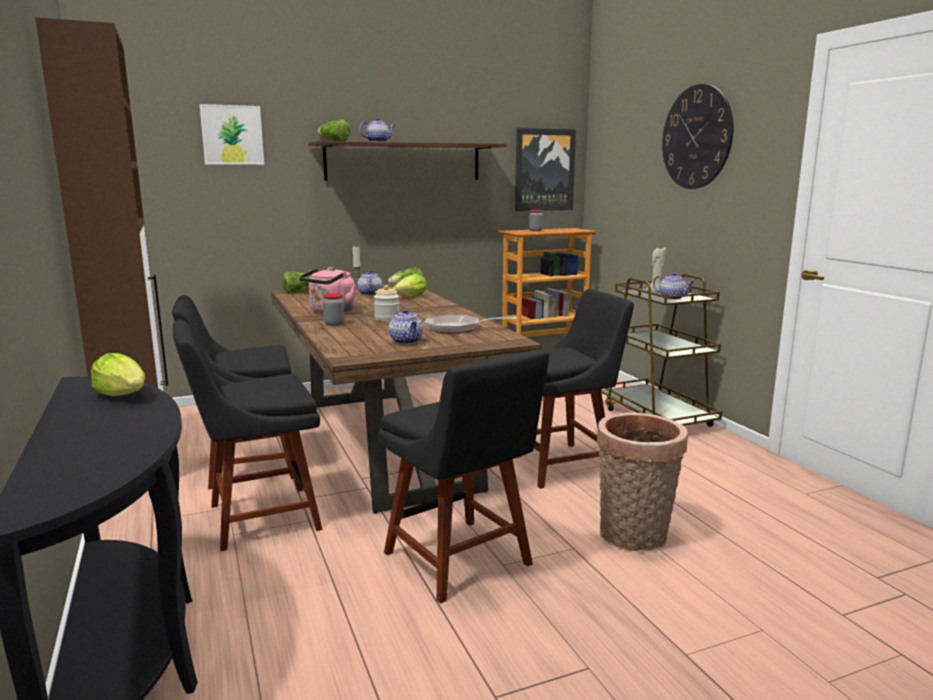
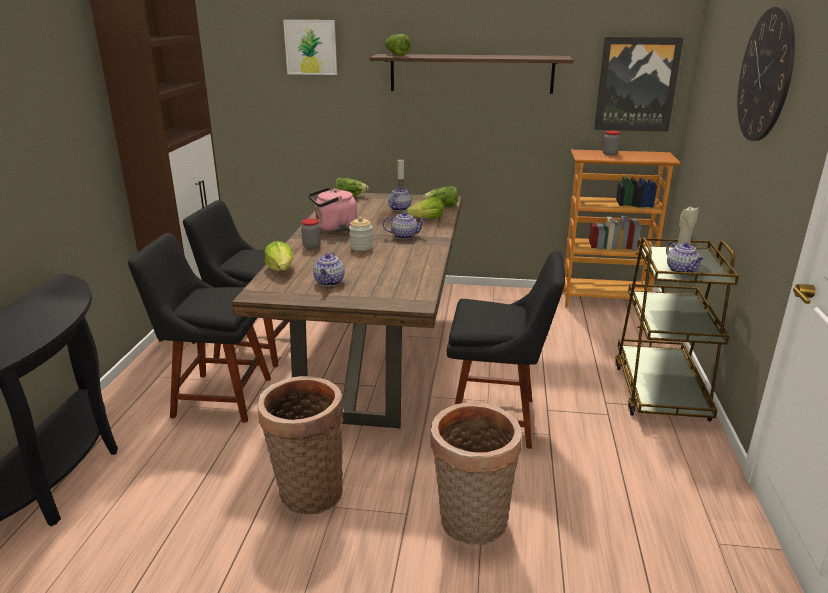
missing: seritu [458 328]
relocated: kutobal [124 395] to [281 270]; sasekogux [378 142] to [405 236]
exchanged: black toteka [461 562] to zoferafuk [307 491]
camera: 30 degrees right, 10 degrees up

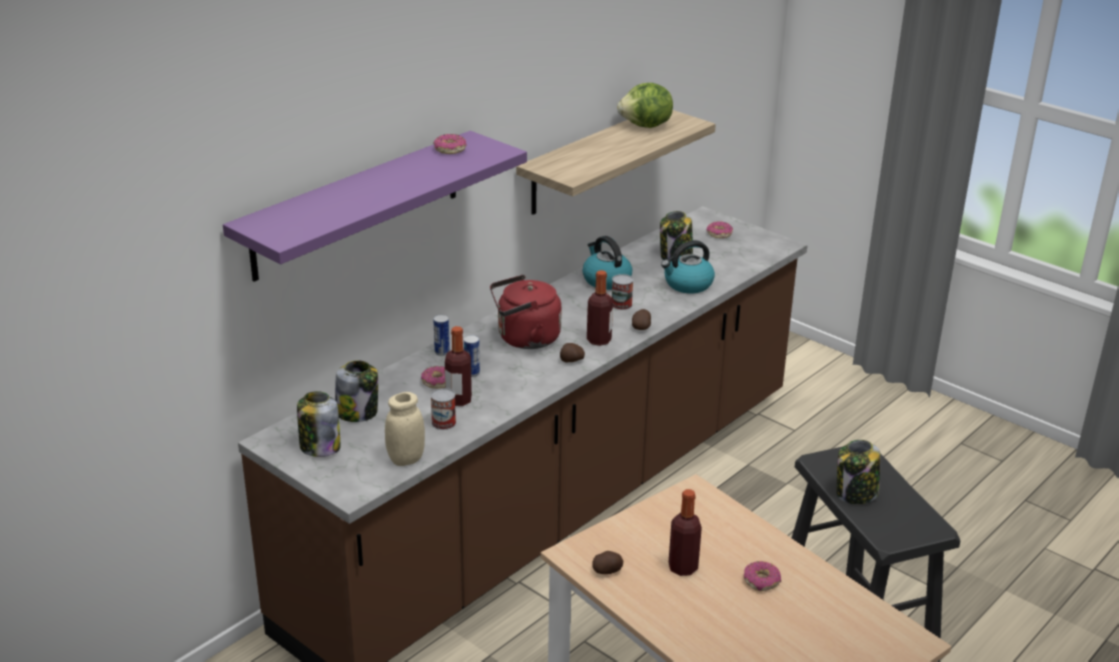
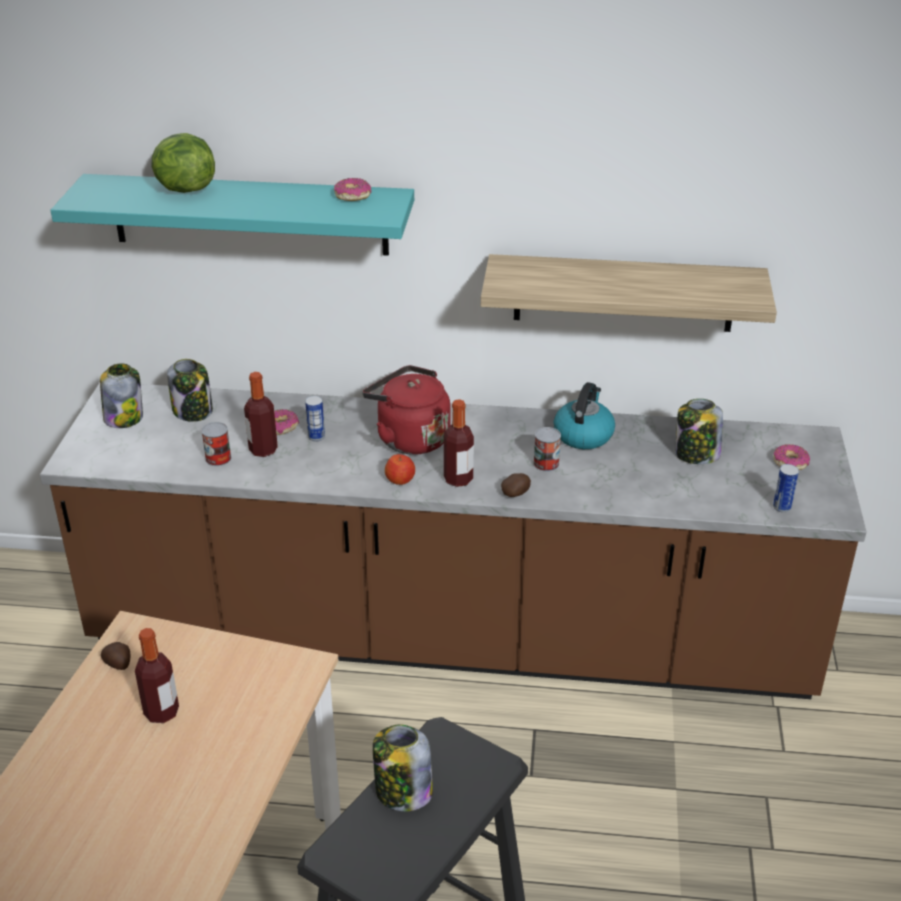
missing: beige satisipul [406 459]; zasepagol [687 284]; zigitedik [761 581]
relocated: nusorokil [442 352] to [782 507]; kutobal [646 126] to [184 189]
exchanged: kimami [571 361] to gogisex [400 479]
colour: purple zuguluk [357 205] to turquoise zuguluk [249 214]
camera: 55 degrees right, 5 degrees up

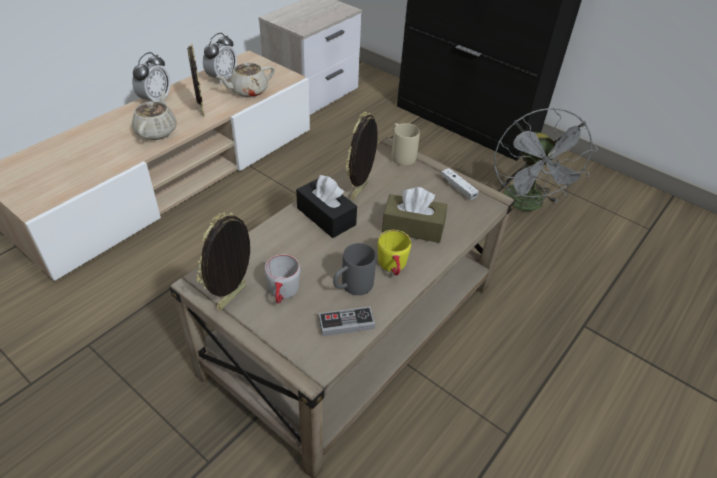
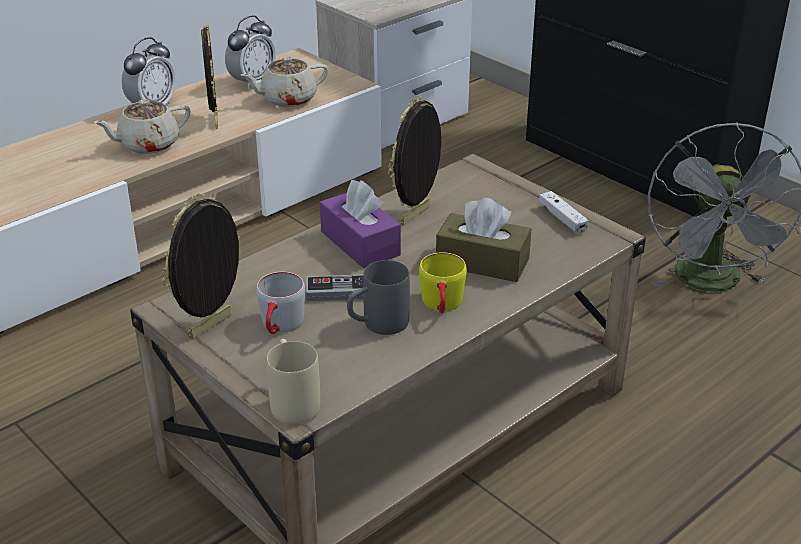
relocated: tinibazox [346 323] to [340 291]; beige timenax [400 155] to [292 401]
colour: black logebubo [326 216] to purple logebubo [360 243]
spun: beige sasekogux [157 131] = [148 145] 135 degrees counterclockwise
camera: 10 degrees right, 10 degrees down

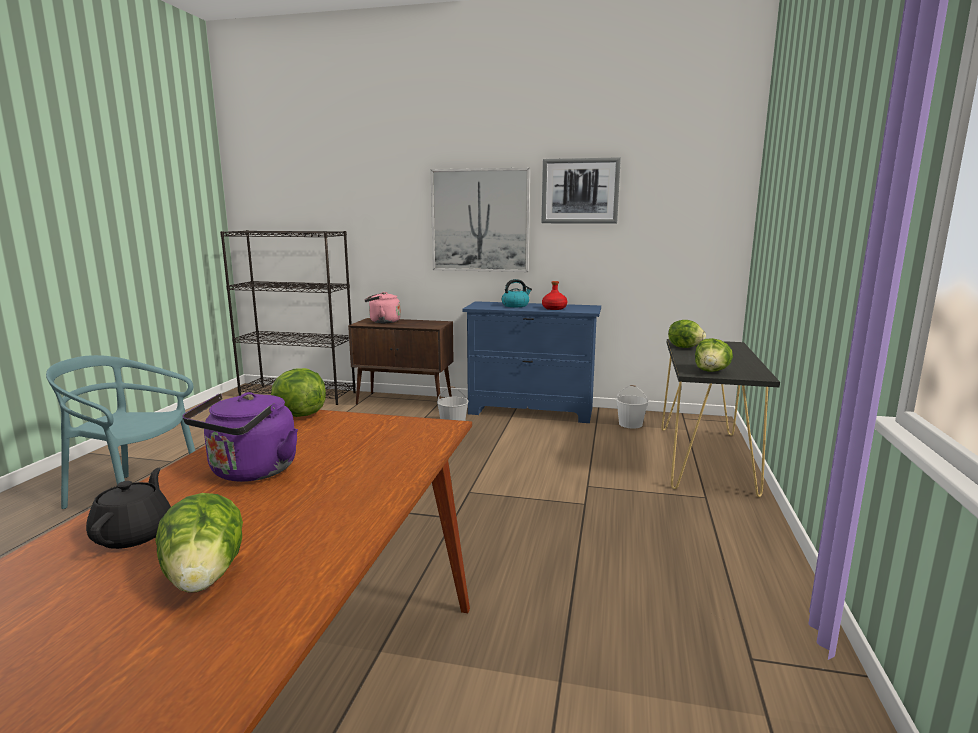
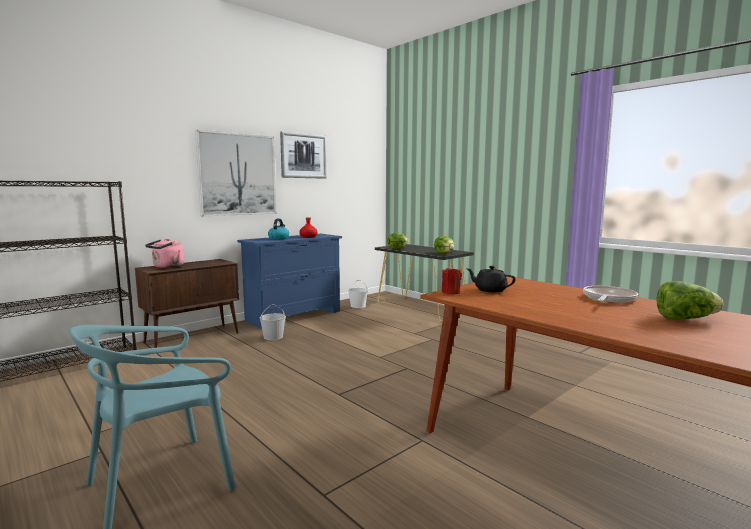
missing: purple zasepagol [250 472]
appeared: seritu [608 299]
relocated: black sasekogux [134 534] to [490 290]
exchanged: kutobal [299 415] to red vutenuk [450 292]
camera: 55 degrees left, 5 degrees down

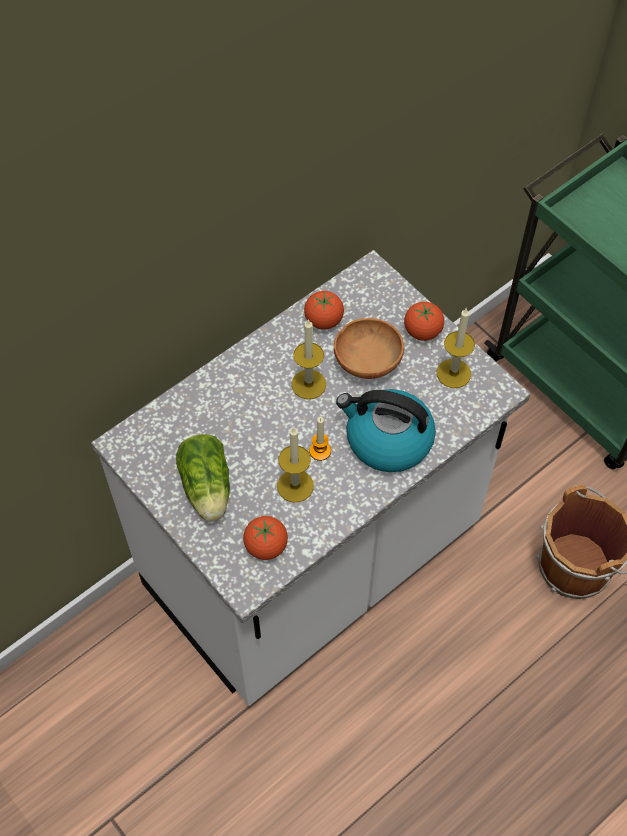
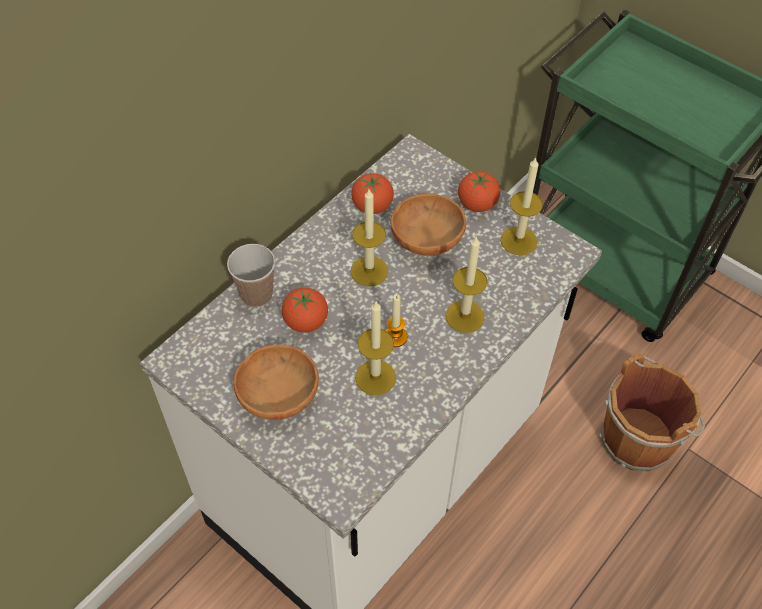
appeared: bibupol [256 295]
relocated: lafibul [266 546] to [306 322]
exchanged: kutobal [207 489] to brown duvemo [278 395]; zasepagol [387 440] to vutenuk [465 316]
camera: 10 degrees left, 5 degrees down

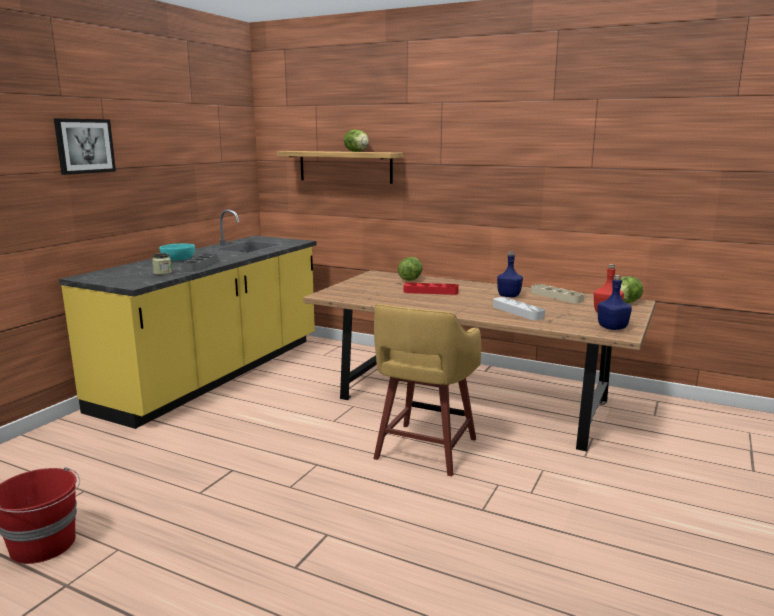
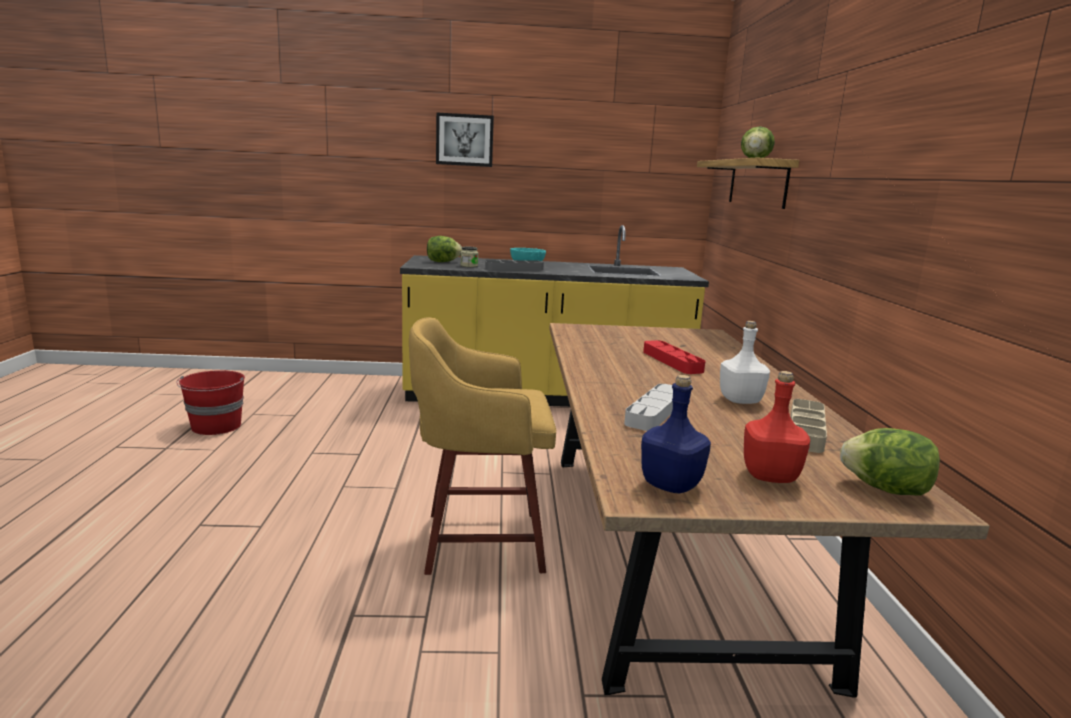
relocated: kutobal [410 279] to [443 262]
colour: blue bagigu [509 296] to white bagigu [741 400]
camera: 60 degrees right, 0 degrees up

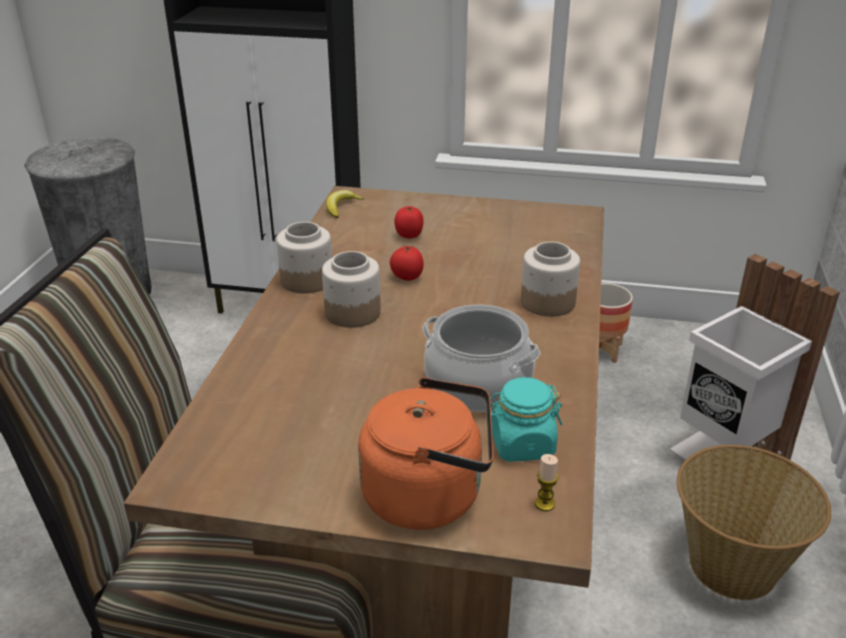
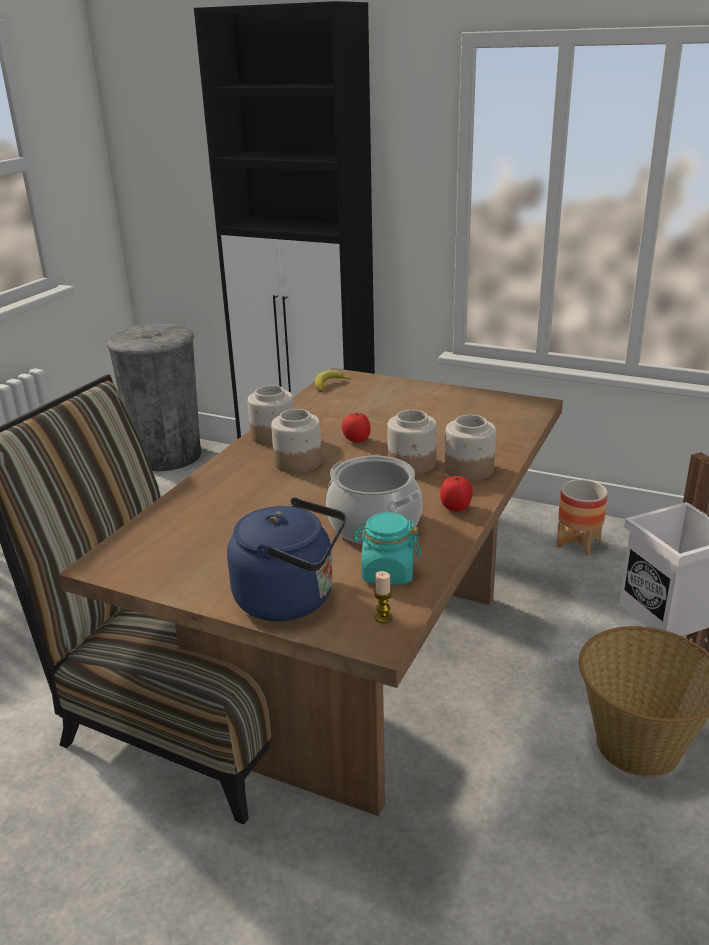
appeared: satisipul [412 464]
relocated: lafibul [409 235] to [456 508]
colour: orange zasepagol [429 495] to blue zasepagol [291 599]
camera: 15 degrees right, 5 degrees down

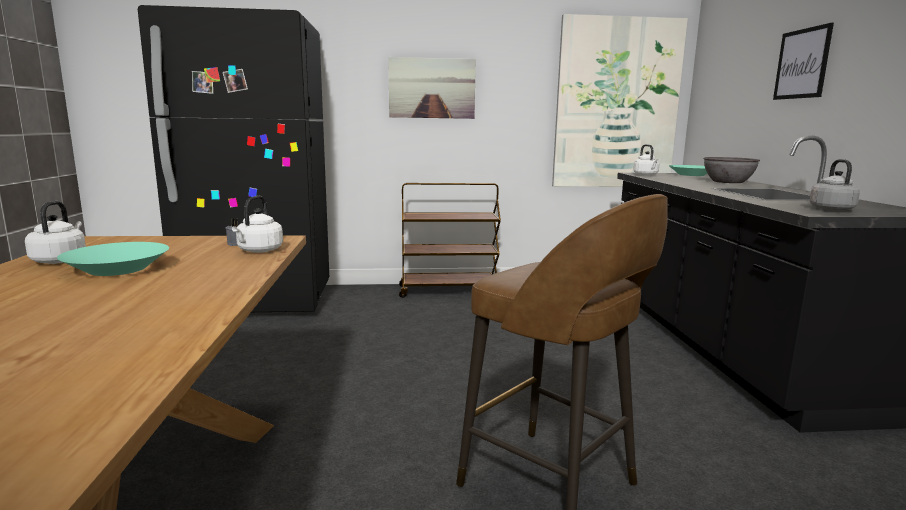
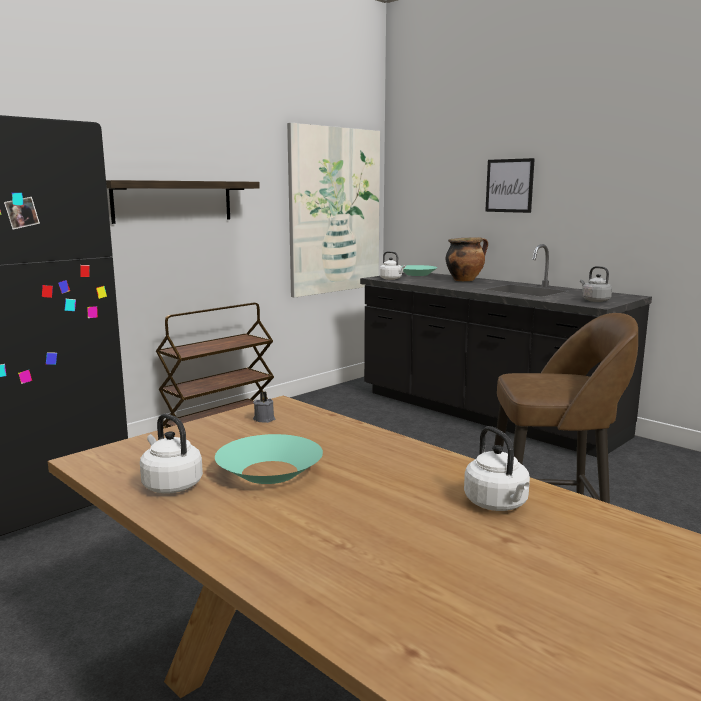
relocated: white zasepagol [258 251] to [497 504]
exchanged: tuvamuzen [432 88] to zuguluk [173 201]; grey duvemo [728 181] to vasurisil [465 280]
camera: 40 degrees left, 0 degrees up

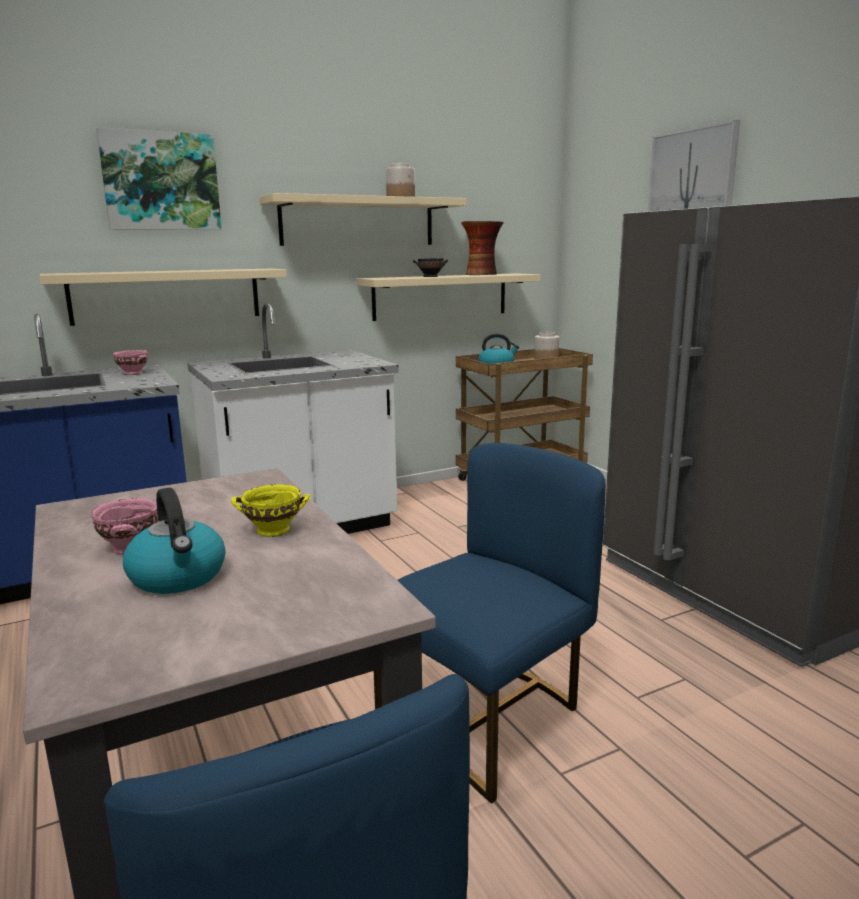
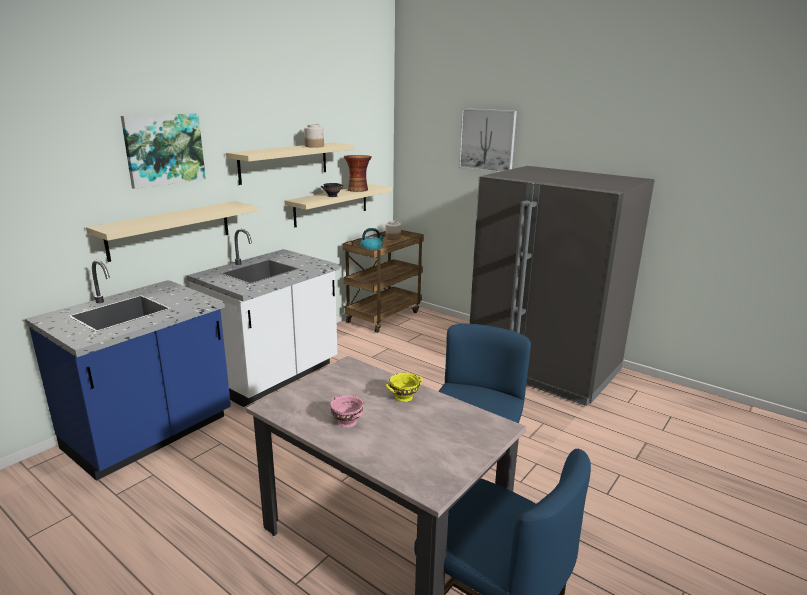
missing: pink duvemo [133 373]; zasepagol [178 577]
camera: 25 degrees left, 5 degrees up

